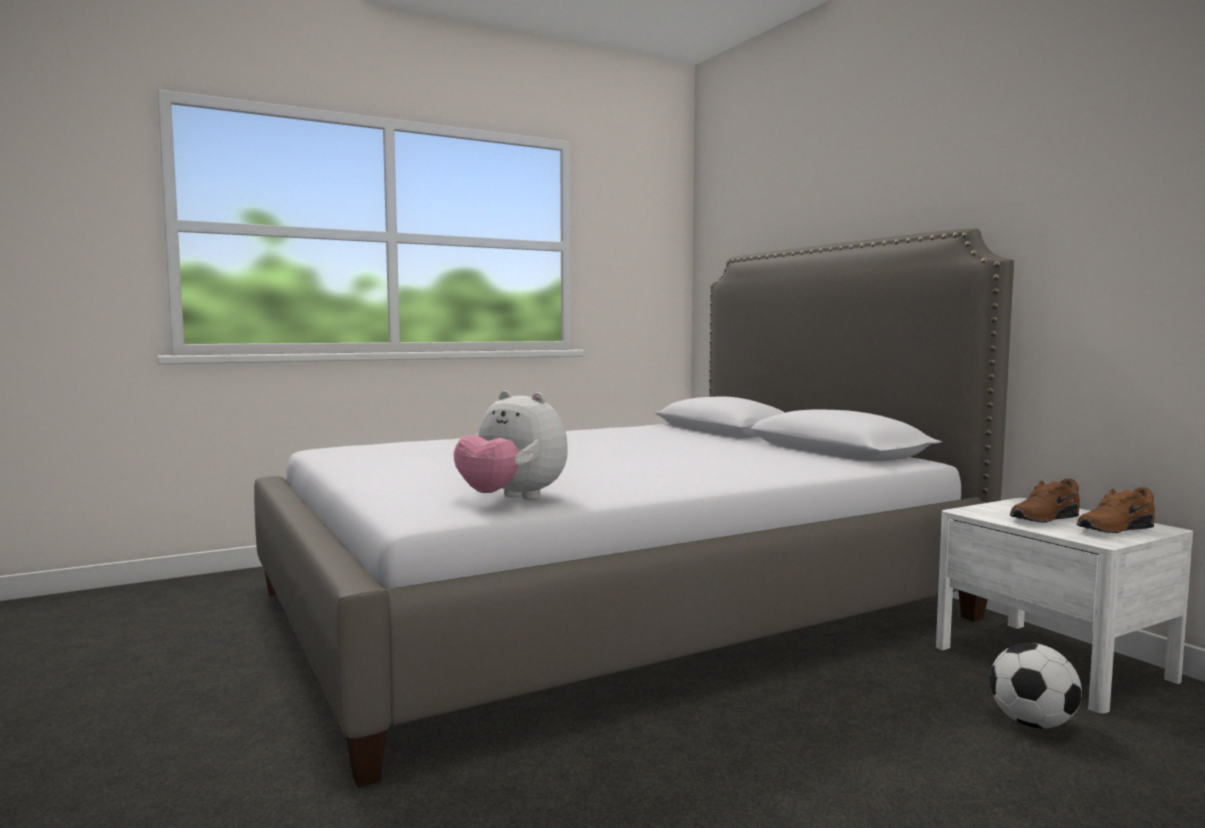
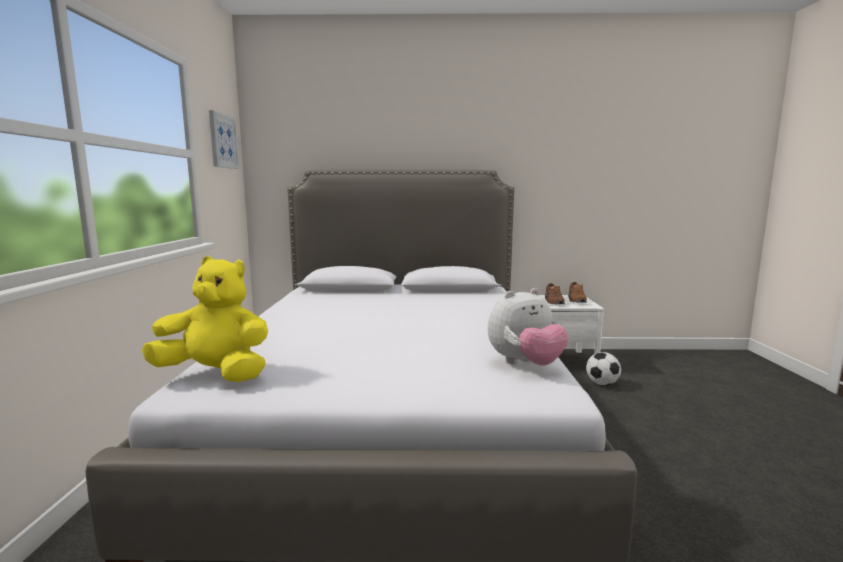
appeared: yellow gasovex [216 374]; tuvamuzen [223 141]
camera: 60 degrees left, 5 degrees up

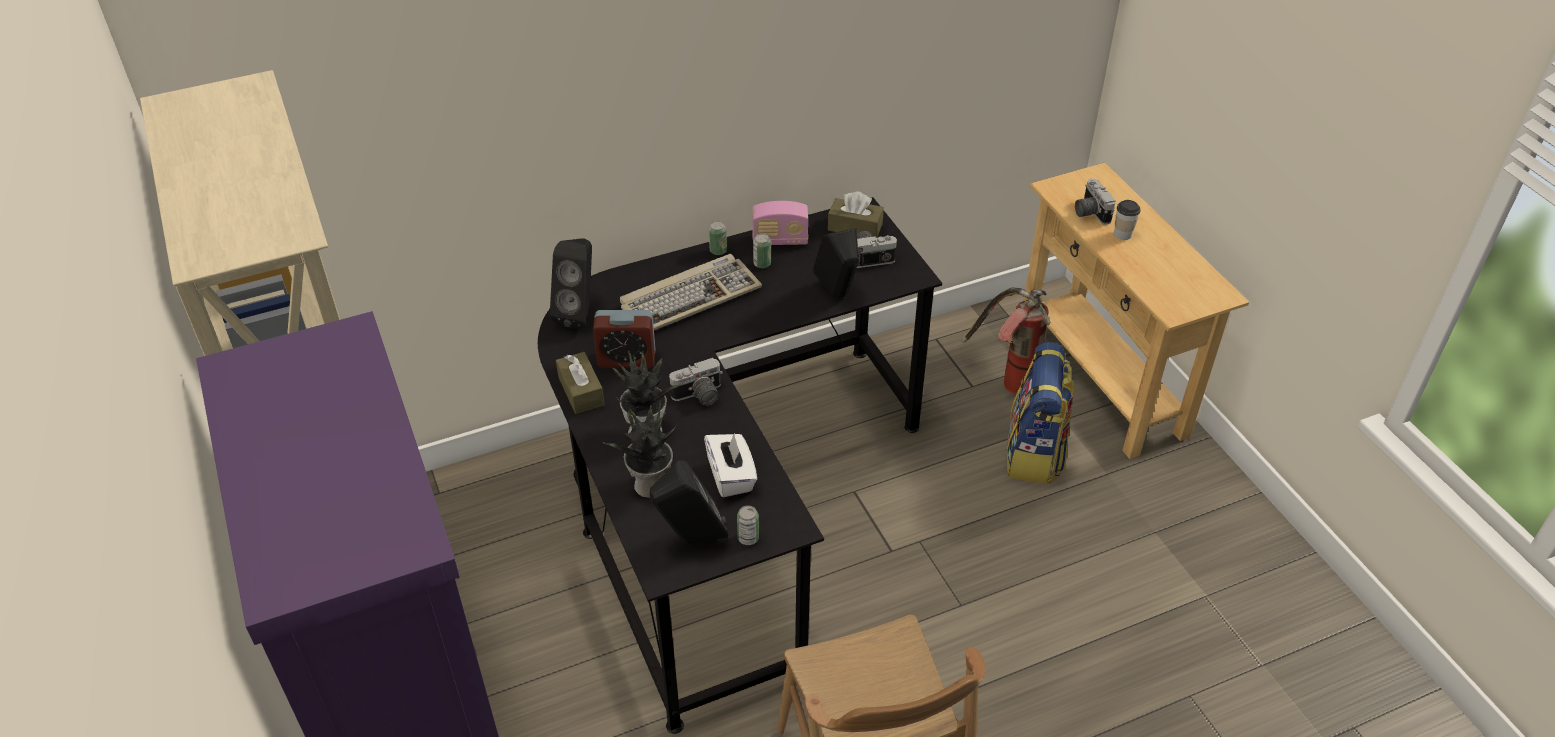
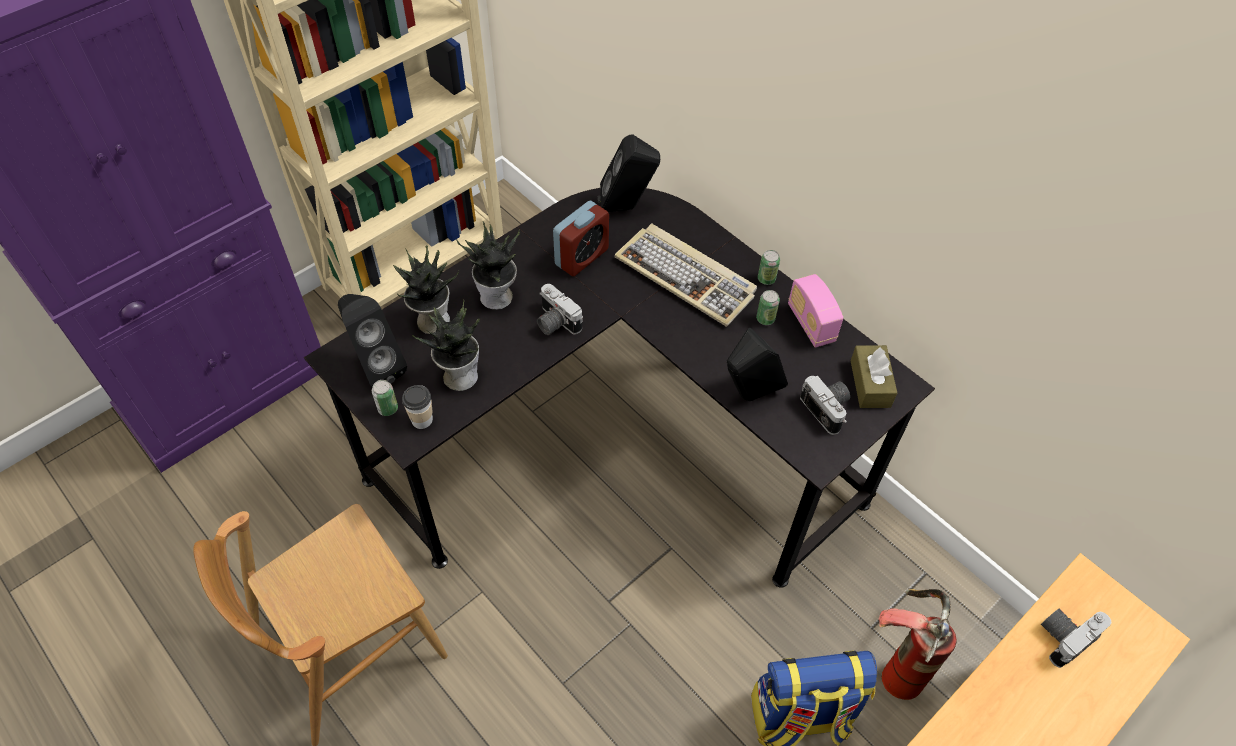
missing: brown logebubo [581 391]
relocated: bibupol [1122 234] to [422 420]
exchanged: white logebubo [731 476] to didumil [459 375]
spun: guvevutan [626 359] = [581 257] 120 degrees counterclockwise
camera: 70 degrees right, 10 degrees up

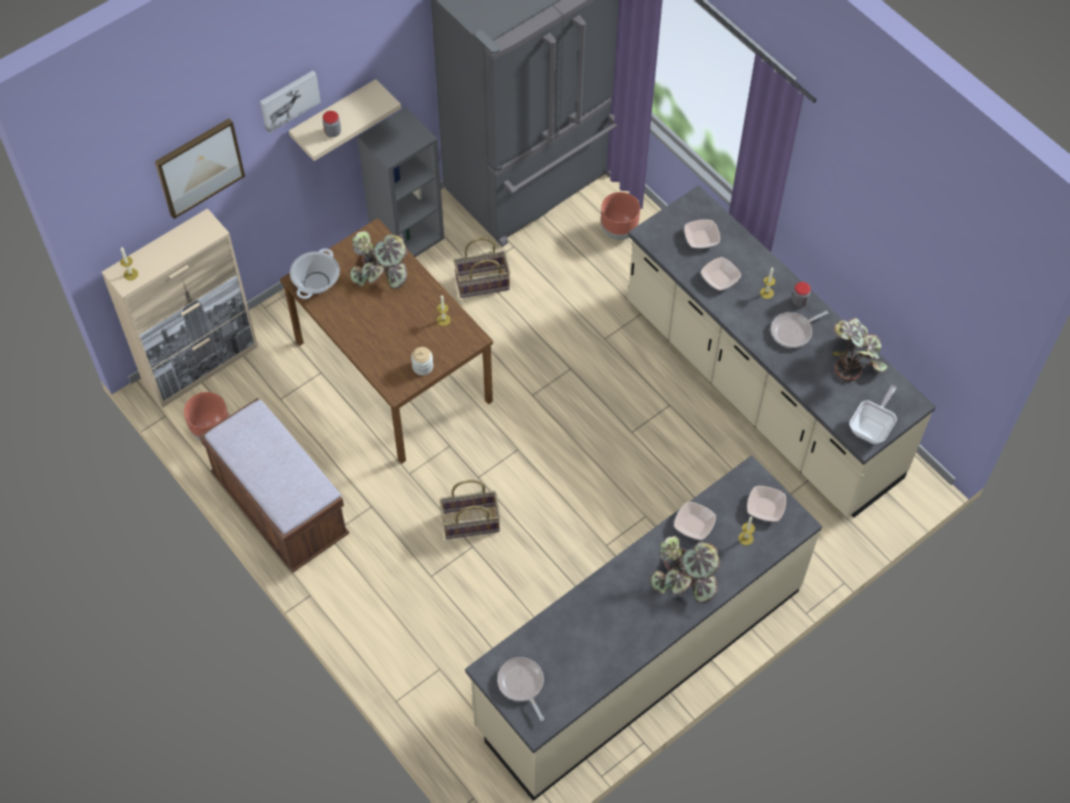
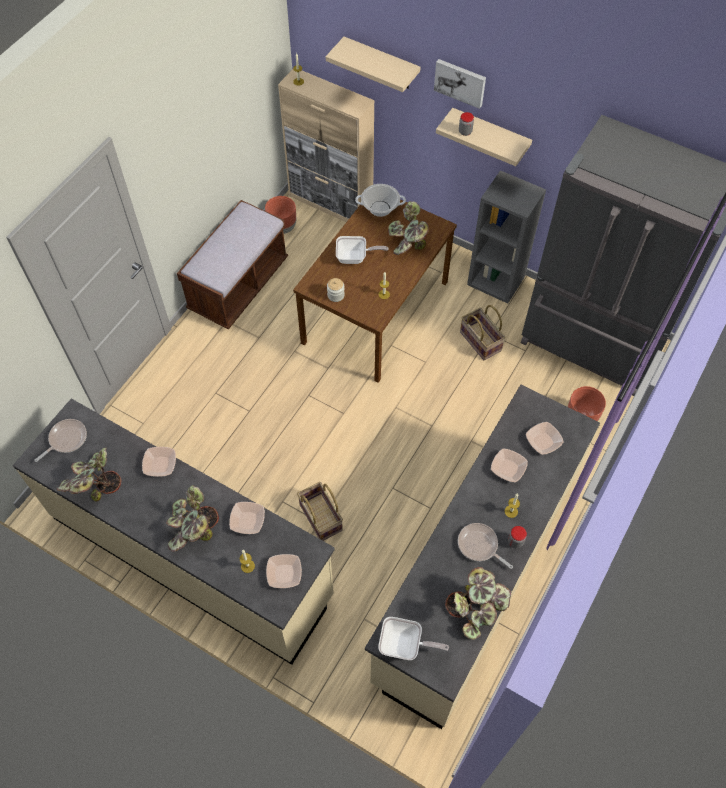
appeared: didumil [93 484]; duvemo [160 464]; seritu [355 258]
relocated: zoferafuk [470 523] to [320 517]
exchanged: tuvamuzen [199 167] to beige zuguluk [381 64]
camera: 70 degrees right, 0 degrees up

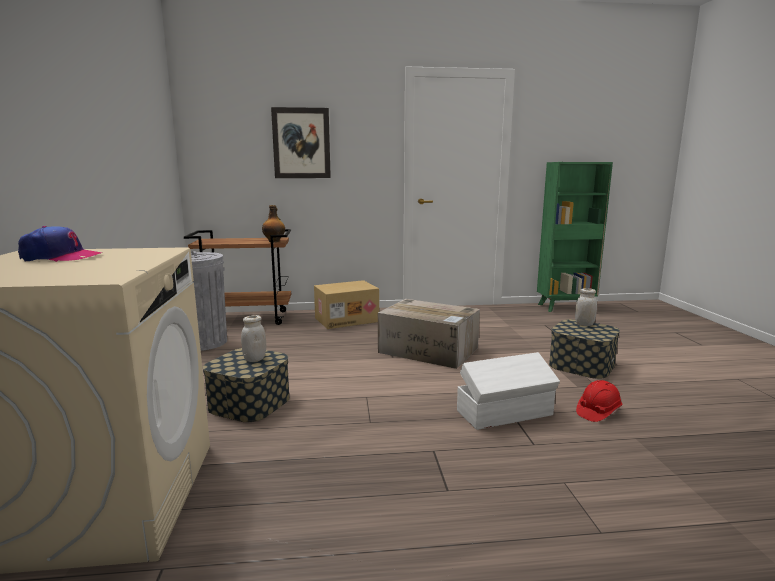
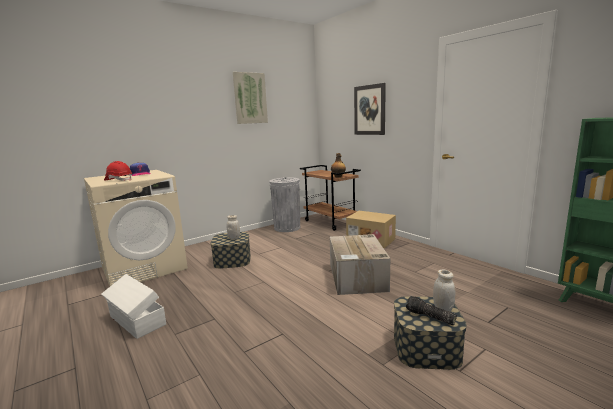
appeared: tuvamuzen [250 98]; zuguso [429 317]
relocated: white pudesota [506 413] to [136 321]; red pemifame [598 412] to [119 180]
camera: 60 degrees right, 0 degrees up

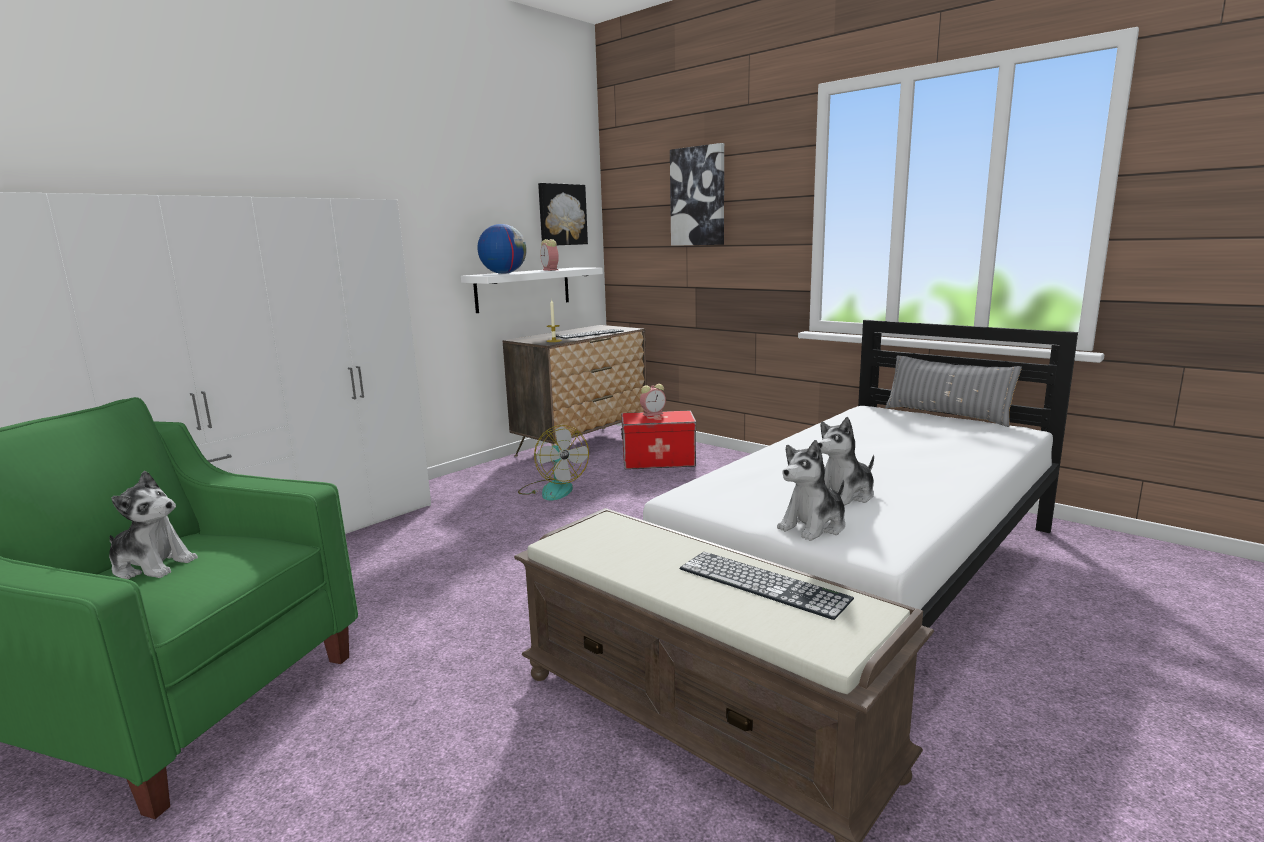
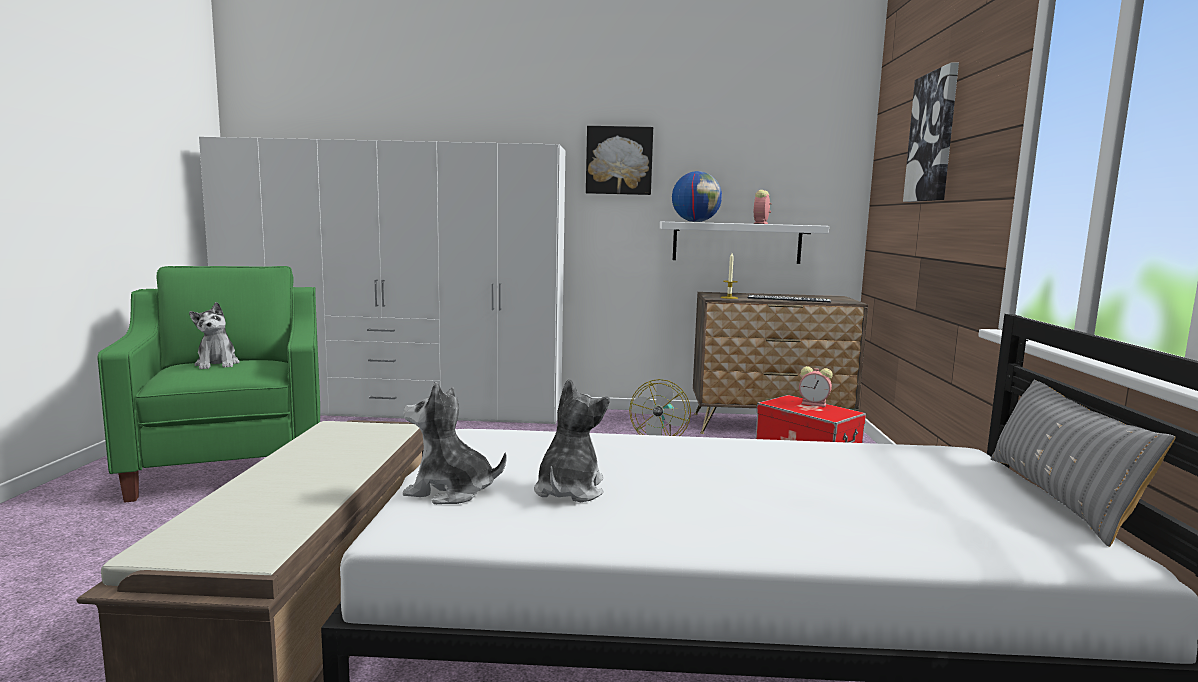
missing: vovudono [762 583]
relocated: tuvamuzen [561 215] to [619 160]
spun: gasovex [845 495] = [569 490] 90 degrees clockwise
camera: 50 degrees right, 5 degrees down

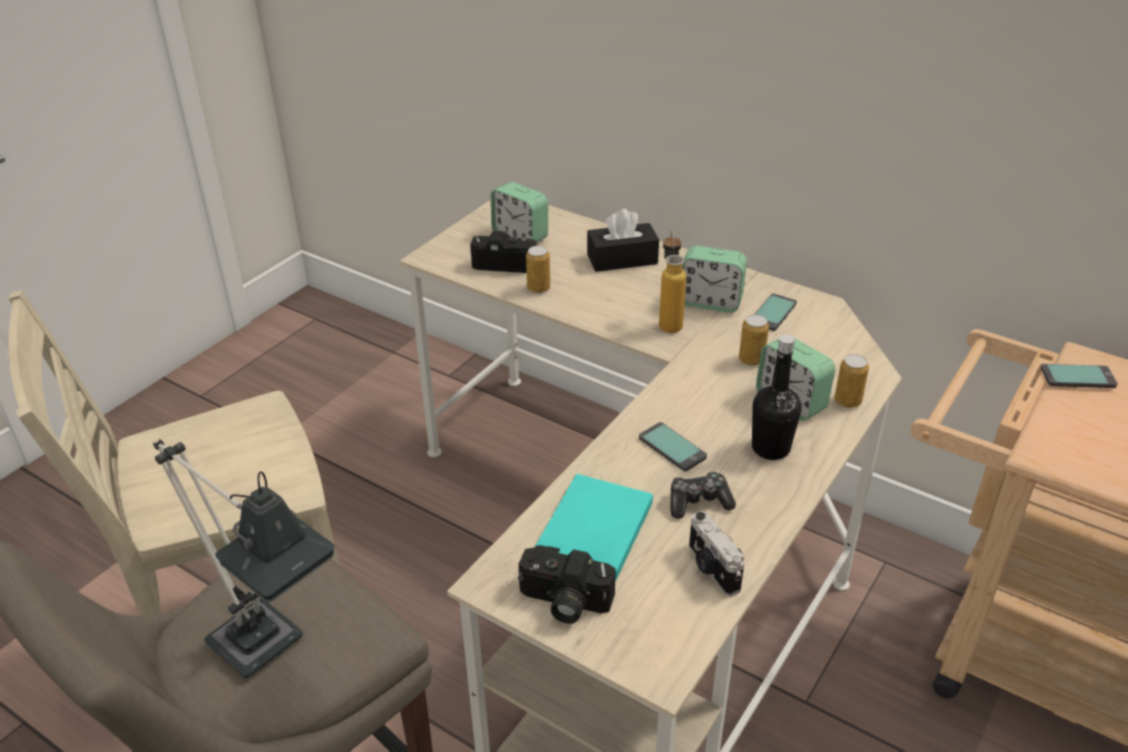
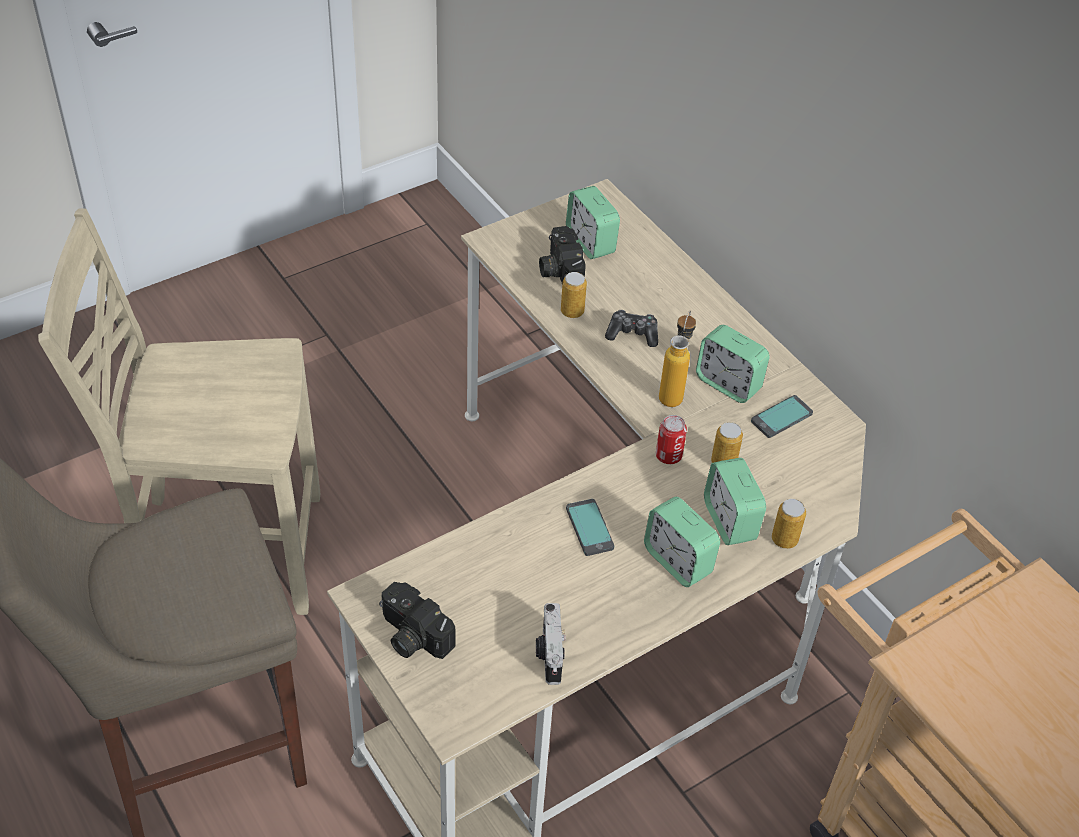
missing: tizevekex [268 652]; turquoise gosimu [592 531]; black logebubo [622 259]; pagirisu [1077 377]
appeared: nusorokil [668 456]
relocated: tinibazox [698 502] to [632 334]
exchanged: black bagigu [770 448] to guvevutan [677 561]
spun: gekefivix [506 262] = [559 270] 135 degrees counterclockwise
camera: 20 degrees right, 10 degrees up

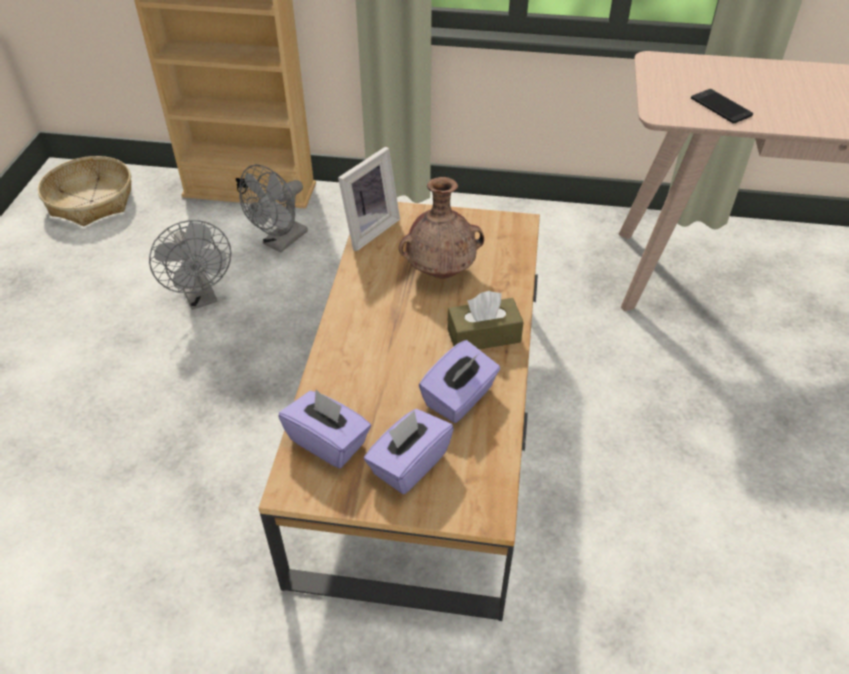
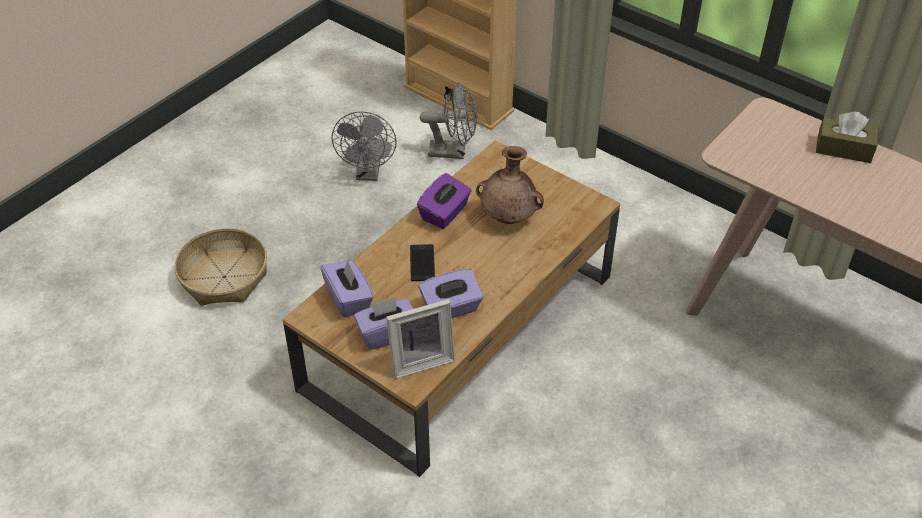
appeared: purple logebubo [445 213]
relocated: zoferafuk [91 201] to [224 277]; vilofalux [367 229] to [420 359]; brown logebubo [483 335] to [844 149]; pagirisu [721 107] to [422 263]
spun: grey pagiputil [281 242] = [453 152] 150 degrees counterclockwise
camera: 30 degrees right, 0 degrees up

